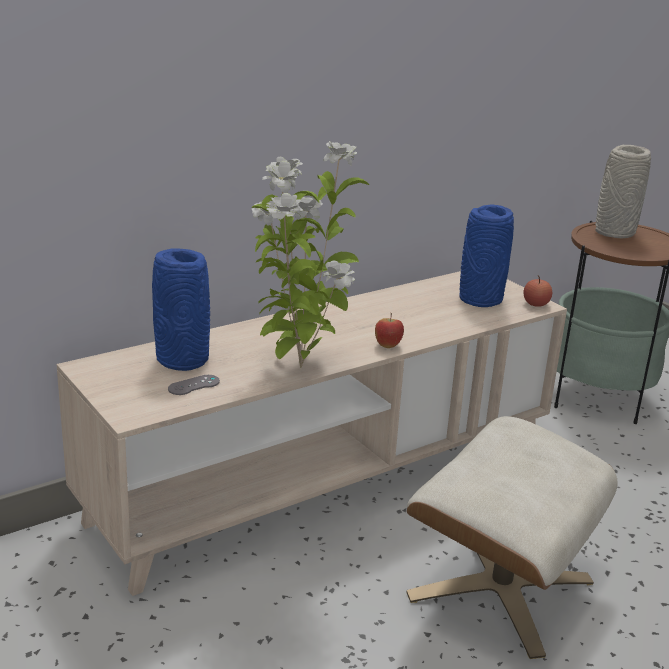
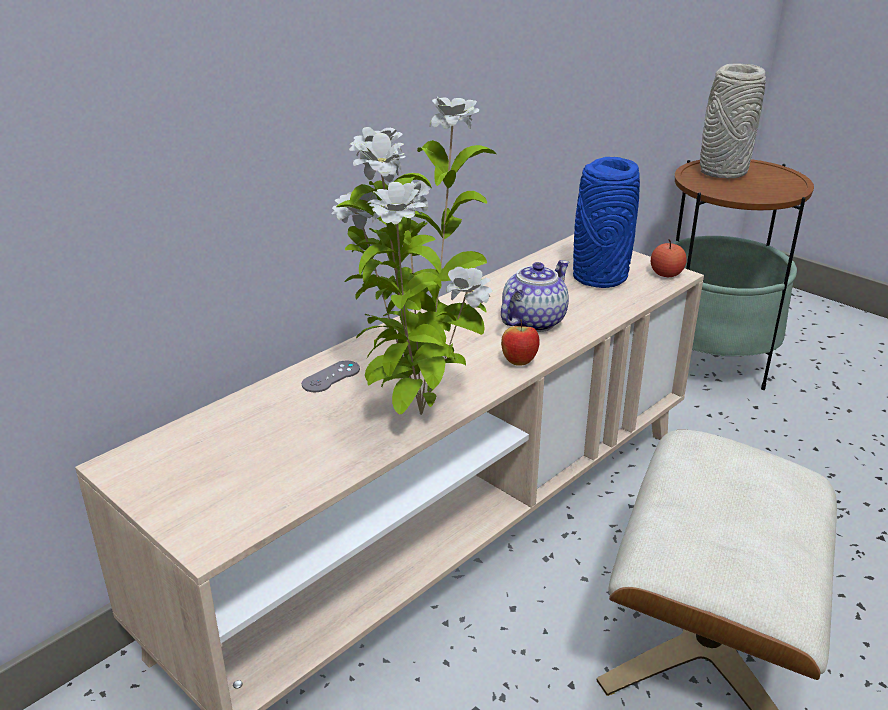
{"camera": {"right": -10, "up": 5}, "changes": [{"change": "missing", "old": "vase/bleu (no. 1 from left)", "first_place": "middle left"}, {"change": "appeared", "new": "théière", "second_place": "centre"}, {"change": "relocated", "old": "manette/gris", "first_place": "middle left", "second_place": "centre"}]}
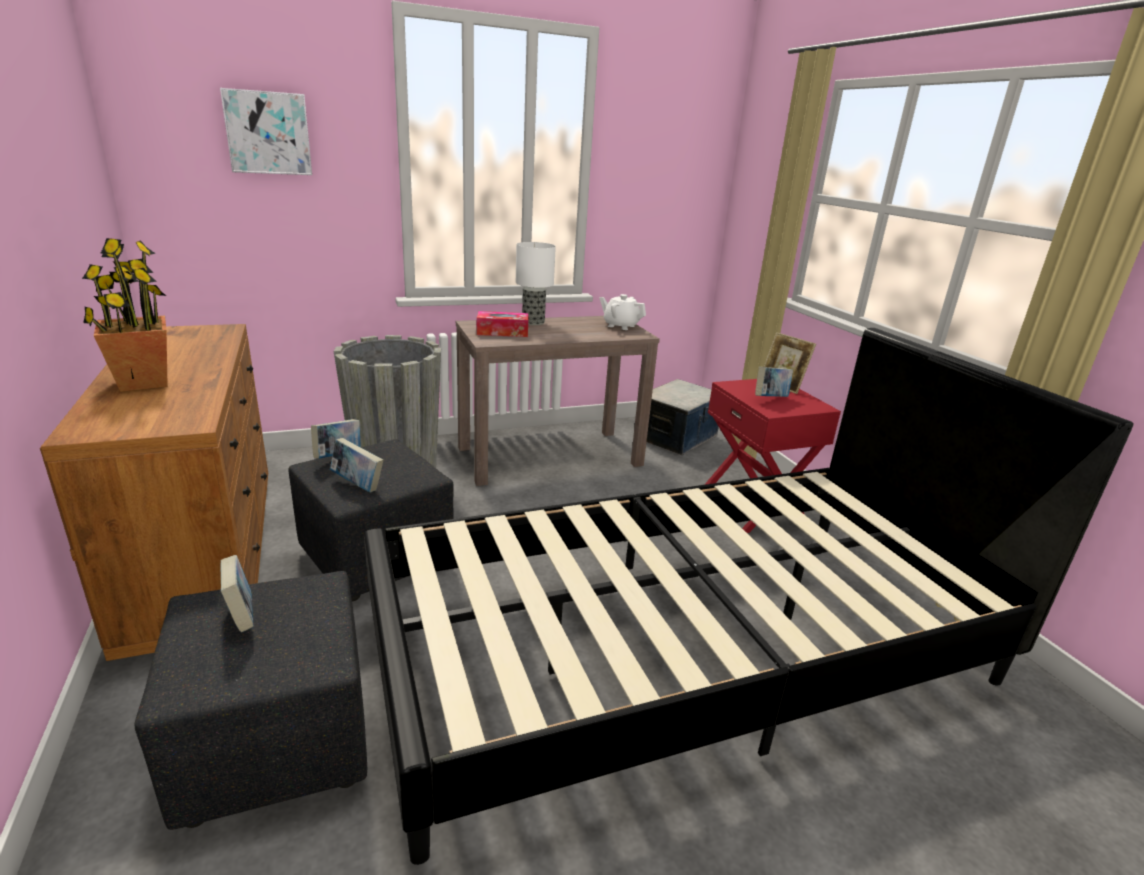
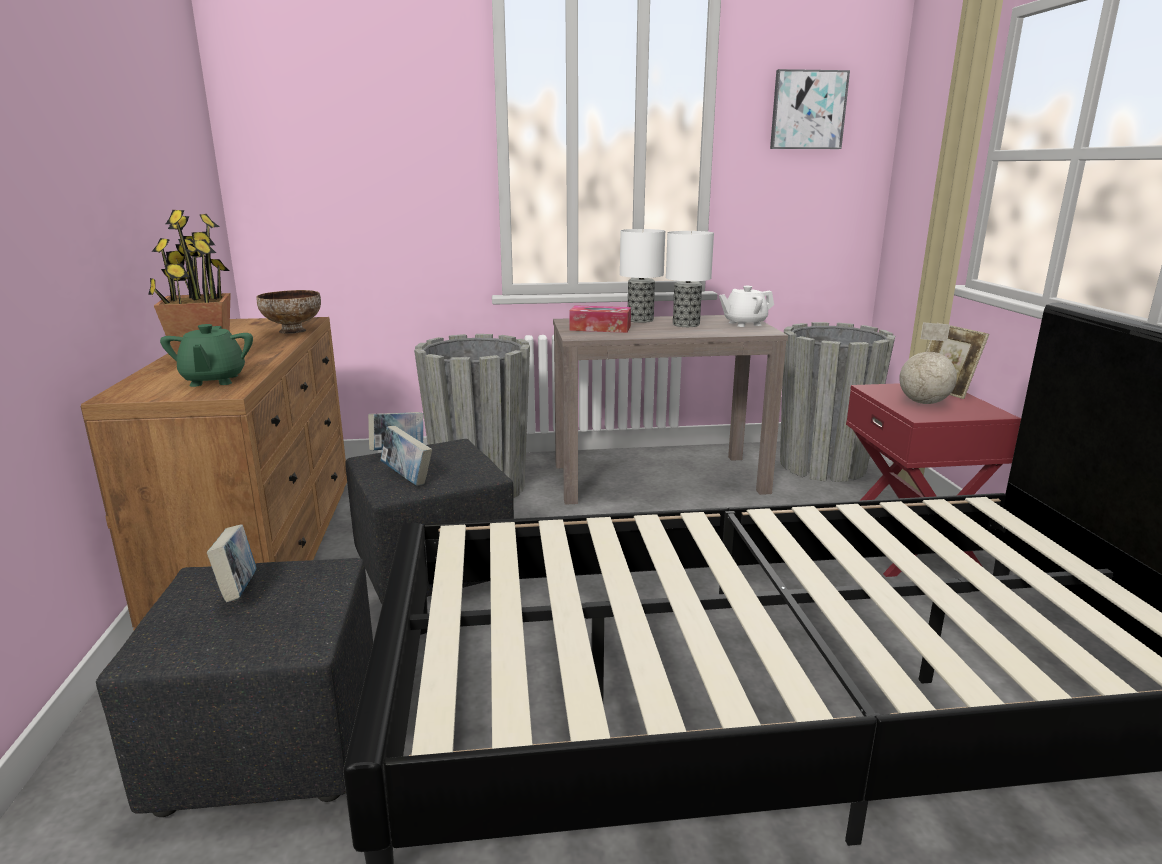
{"camera": {"right": 15, "up": -5}, "changes": [{"change": "appeared", "new": "théière/vert", "second_place": "middle left"}, {"change": "appeared", "new": "bol", "second_place": "middle left"}, {"change": "appeared", "new": "lampe de table (no. 2 from left)", "second_place": "top centre"}, {"change": "relocated", "old": "tableau", "first_place": "top left", "second_place": "top right"}, {"change": "exchanged", "old": "boîte de rangement", "new": "cache-pot/gris (no. 2 from left)", "first_place": "centre", "second_place": "middle right"}, {"change": "exchanged", "old": "livre (no. 4 from left)", "new": "globe", "first_place": "middle right", "second_place": "middle right"}, {"change": "spun", "old": "théière/blanc", "first_place": "centre", "second_place": "centre", "degrees": -60}]}
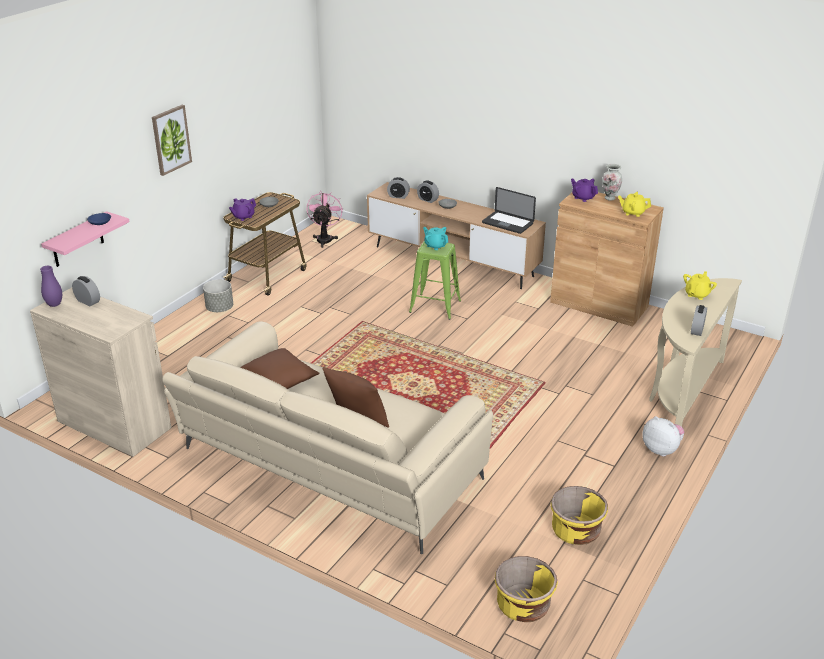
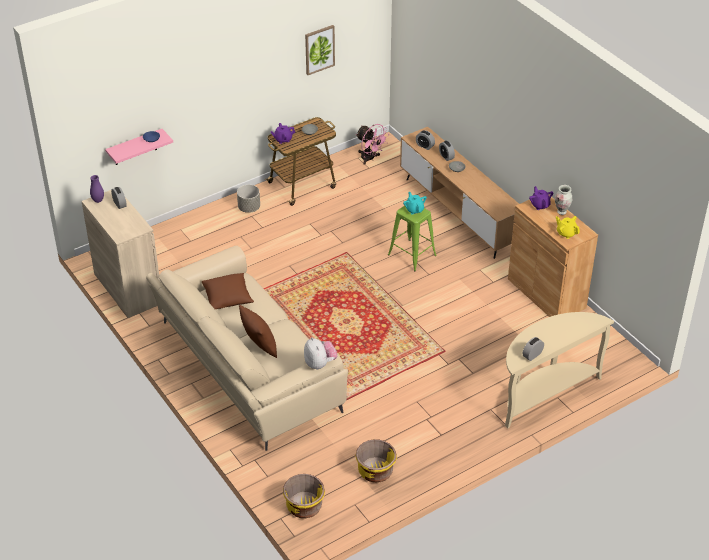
{"camera": {"right": 25, "up": 10}, "changes": [{"change": "missing", "old": "ordinateur portable", "first_place": "top centre"}, {"change": "missing", "old": "théière/jaune (no. 2 from left)", "first_place": "middle right"}, {"change": "relocated", "old": "tableau", "first_place": "top left", "second_place": "top centre"}, {"change": "relocated", "old": "peluche", "first_place": "middle right", "second_place": "centre"}, {"change": "spun", "old": "ventilateur/rose", "first_place": "centre", "second_place": "top centre", "degrees": 105}]}
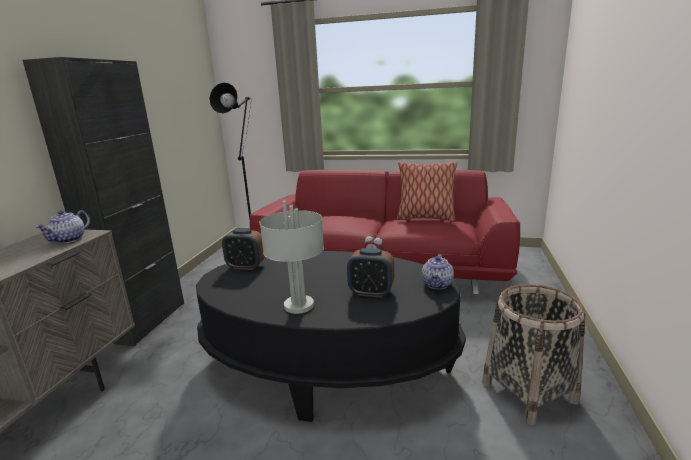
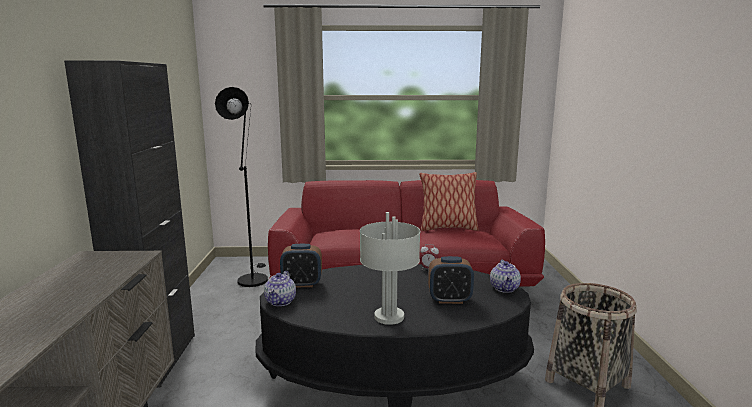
{"camera": {"right": -15, "up": -5}, "changes": [{"change": "relocated", "old": "théière (no. 1 from left)", "first_place": "middle left", "second_place": "bottom centre"}]}
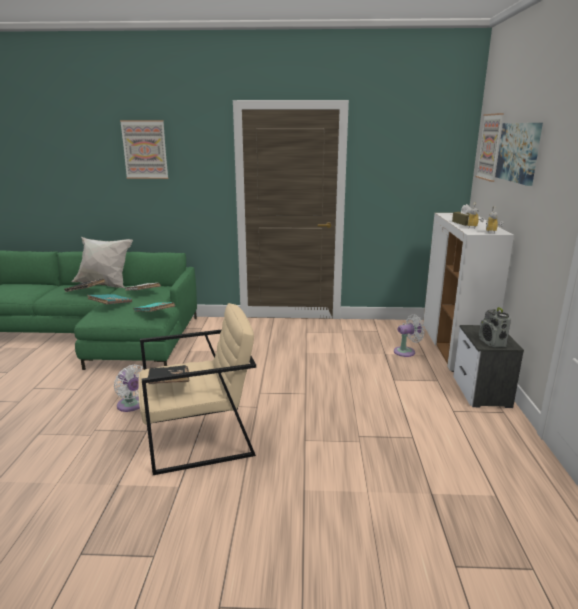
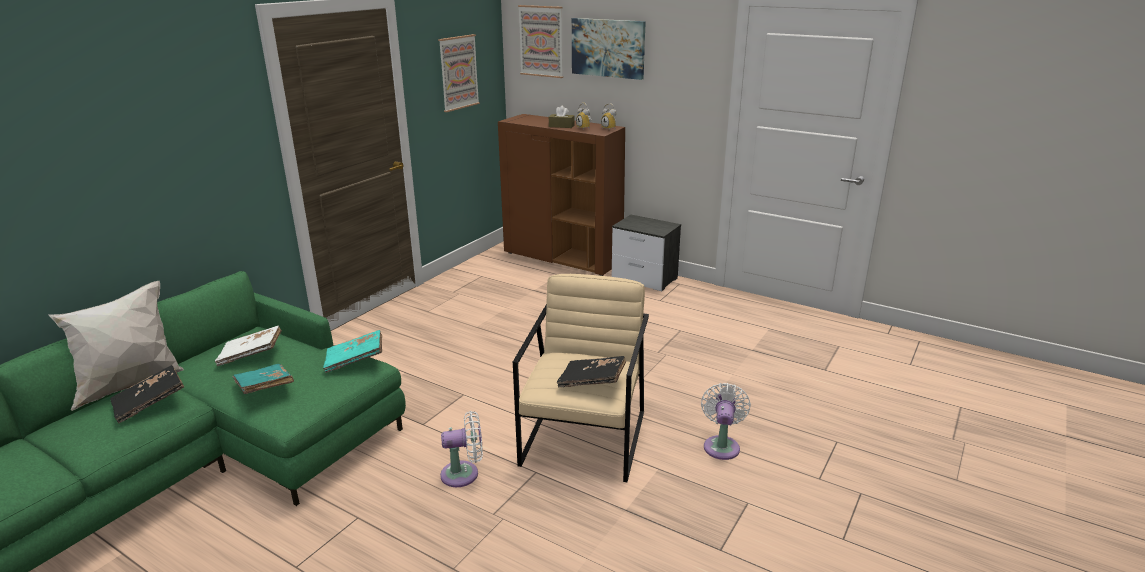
{"camera": {"right": -60, "up": 5}, "changes": [{"change": "missing", "old": "radio", "first_place": "middle right"}, {"change": "relocated", "old": "tableau (no. 1 from left)", "first_place": "top left", "second_place": "top centre"}, {"change": "relocated", "old": "ventilateur/blanc (no. 2 from left)", "first_place": "middle right", "second_place": "bottom centre"}, {"change": "colour", "old": "meuble de rangement/blanc", "new": "meuble de rangement/marron", "first_place": "middle right", "second_place": "centre"}]}
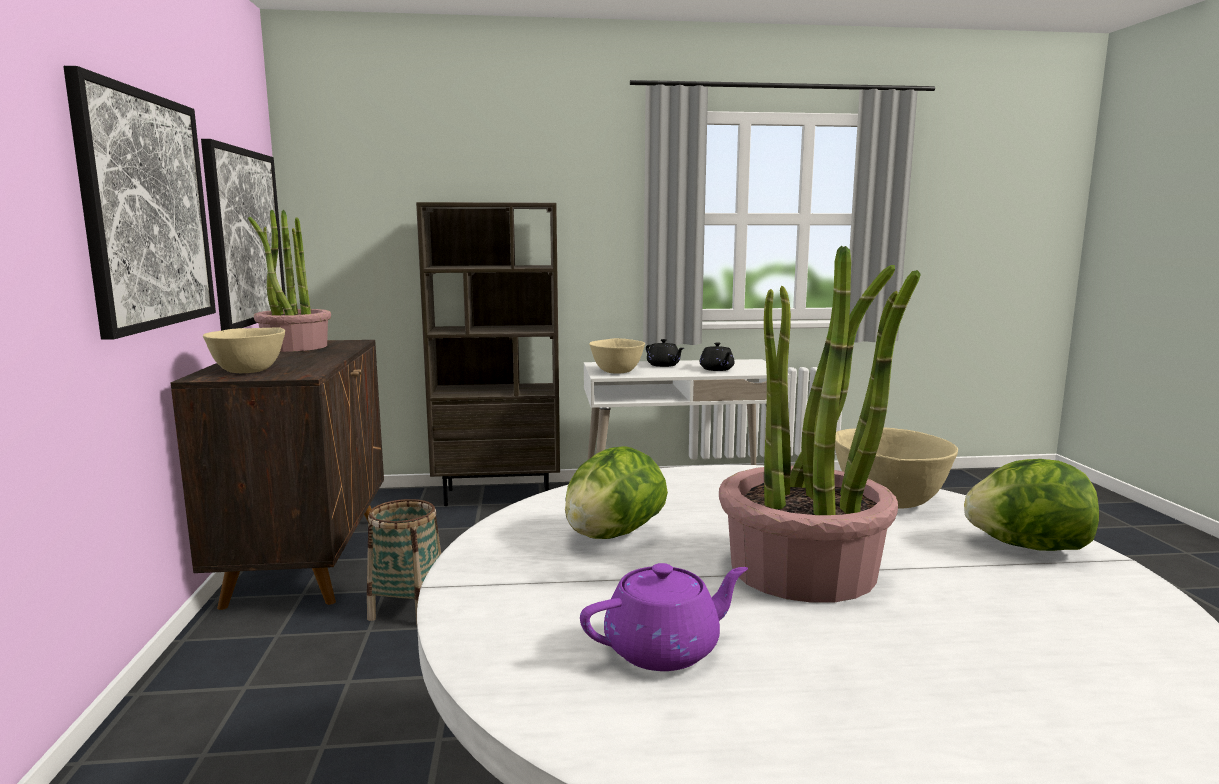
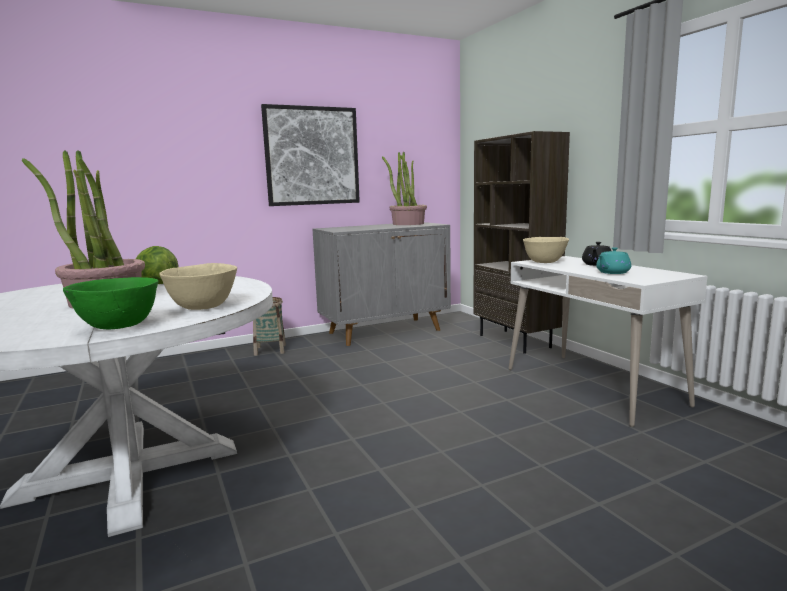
{"camera": {"right": 70, "up": 0}, "changes": [{"change": "missing", "old": "tableau (no. 2 from left)", "first_place": "top left"}, {"change": "missing", "old": "bol/beige (no. 1 from left)", "first_place": "middle left"}, {"change": "missing", "old": "théière/violet", "first_place": "bottom centre"}, {"change": "relocated", "old": "panier", "first_place": "bottom left", "second_place": "centre"}, {"change": "exchanged", "old": "laitue (no. 2 from left)", "new": "bol/vert", "first_place": "middle right", "second_place": "middle left"}, {"change": "colour", "old": "meuble de rangement/marron", "new": "meuble de rangement/gris", "first_place": "middle left", "second_place": "centre"}, {"change": "colour", "old": "théière/noir (no. 2 from left)", "new": "théière/turquoise", "first_place": "centre", "second_place": "middle right"}]}
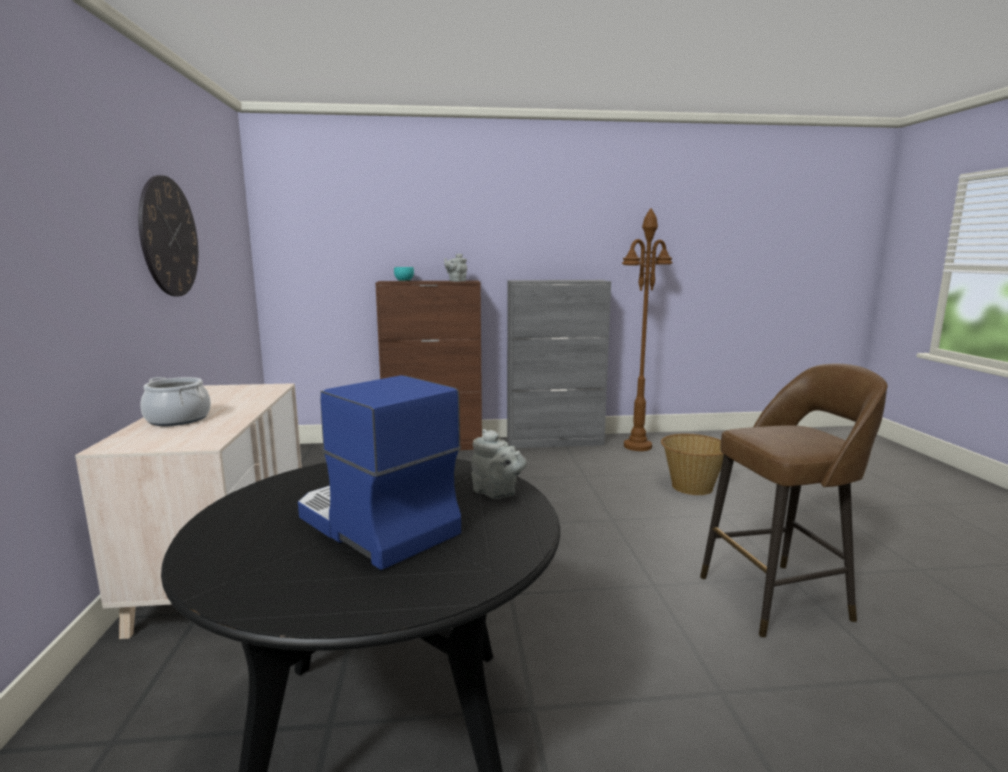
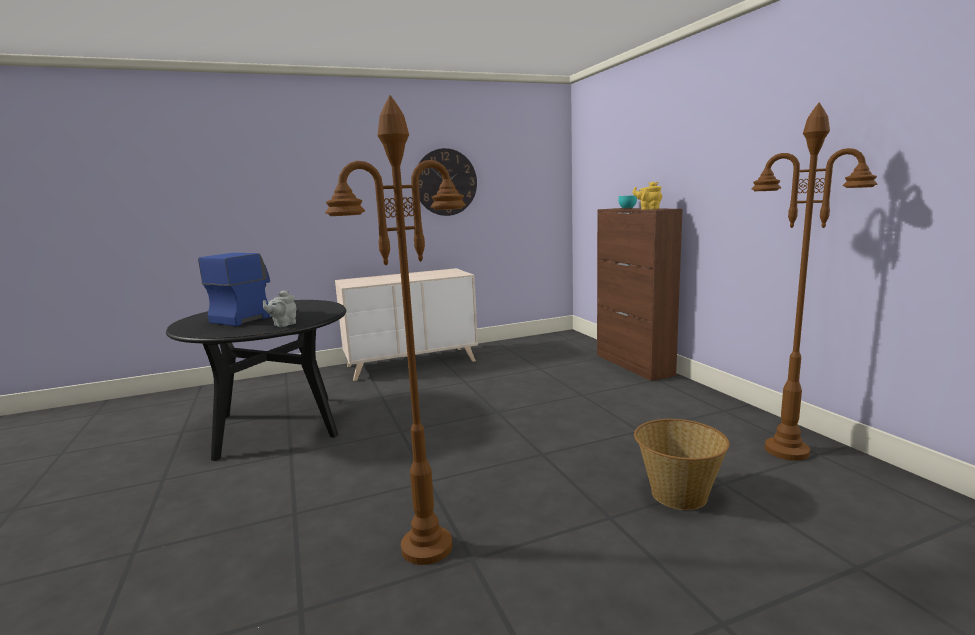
{"camera": {"right": 75, "up": 0}, "changes": [{"change": "missing", "old": "marmite", "first_place": "middle left"}, {"change": "missing", "old": "meuble de rangement/gris", "first_place": "centre"}, {"change": "exchanged", "old": "tabouret/marron", "new": "lampadaire/marron (no. 1 from left)", "first_place": "middle right", "second_place": "centre"}, {"change": "colour", "old": "théière/gris (no. 1 from left)", "new": "théière/jaune", "first_place": "centre", "second_place": "top centre"}]}
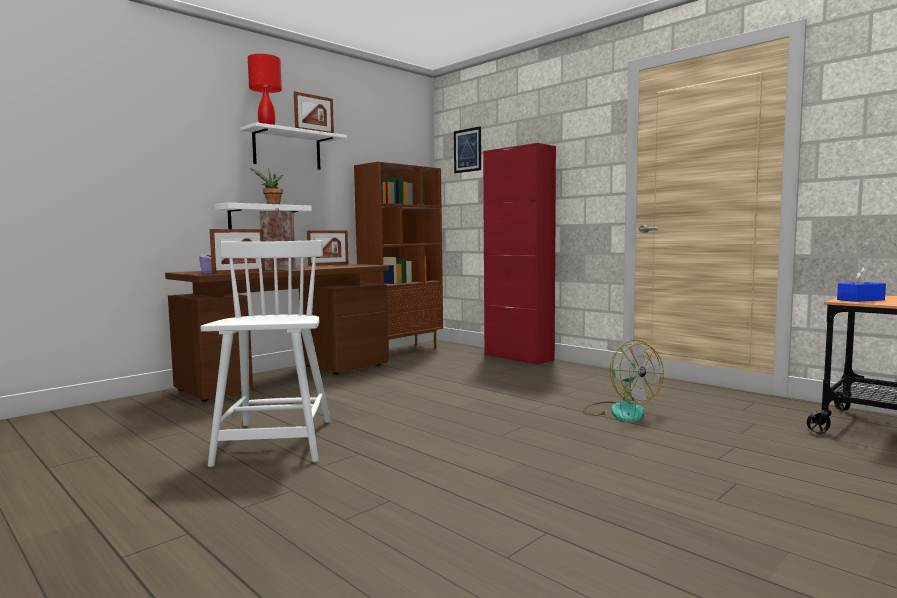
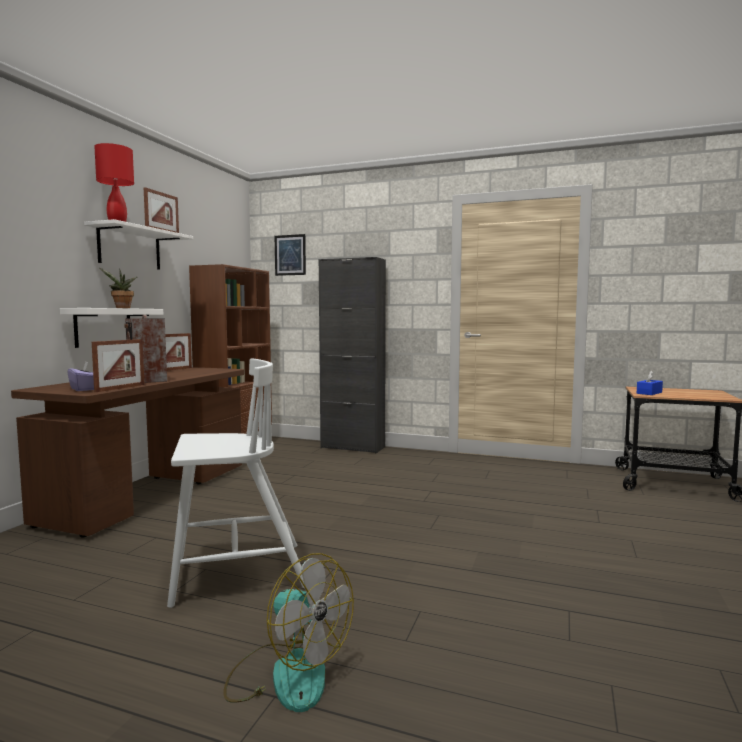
{"camera": {"right": -25, "up": 0}, "changes": [{"change": "relocated", "old": "ventilateur", "first_place": "middle right", "second_place": "bottom centre"}, {"change": "colour", "old": "meuble de rangement/rouge", "new": "meuble de rangement/noir", "first_place": "centre", "second_place": "centre"}, {"change": "spun", "old": "chaise/blanc", "first_place": "middle left", "second_place": "middle left", "degrees": 105}]}
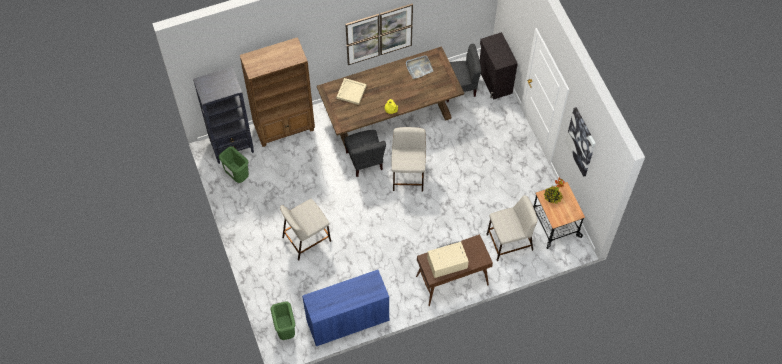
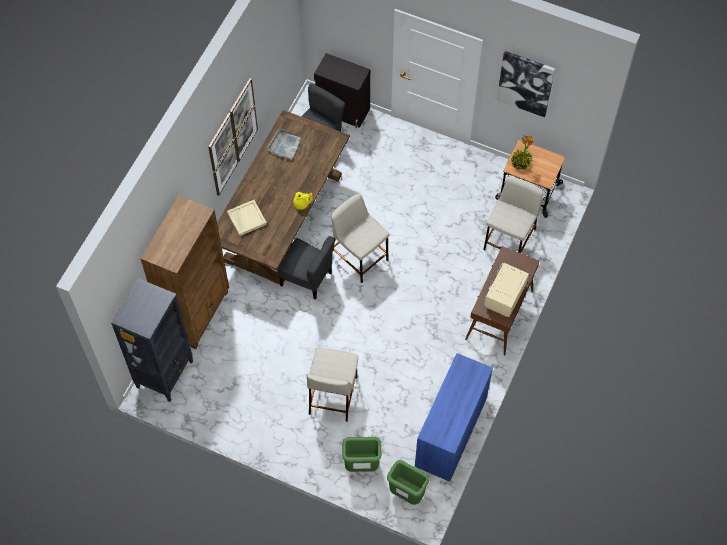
{"camera": {"right": -45, "up": 0}, "changes": [{"change": "relocated", "old": "poubelle/vert (no. 1 from left)", "first_place": "middle left", "second_place": "bottom centre"}]}
